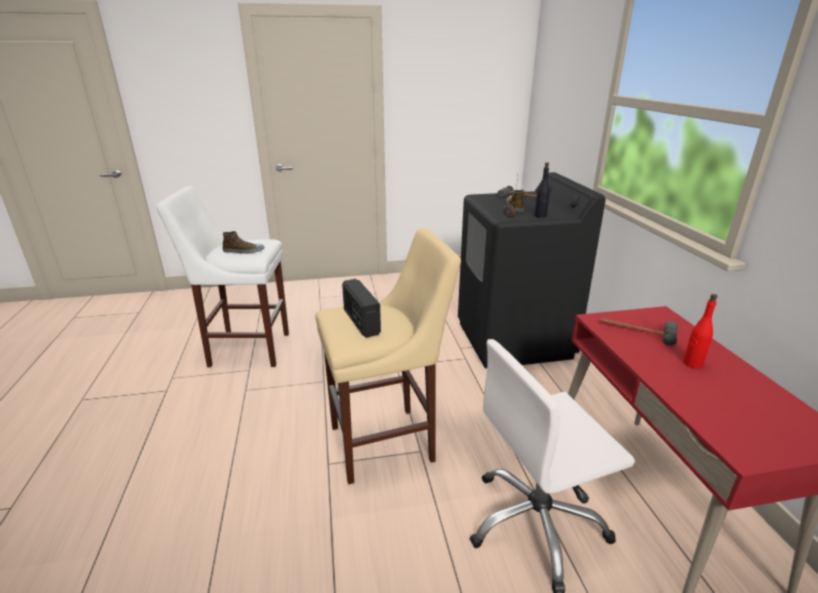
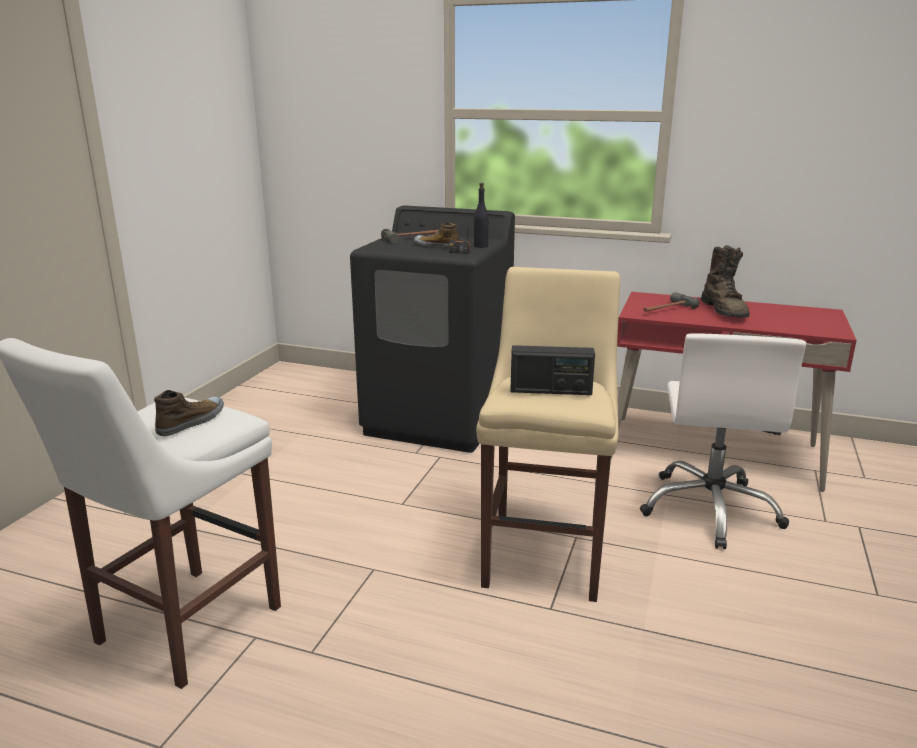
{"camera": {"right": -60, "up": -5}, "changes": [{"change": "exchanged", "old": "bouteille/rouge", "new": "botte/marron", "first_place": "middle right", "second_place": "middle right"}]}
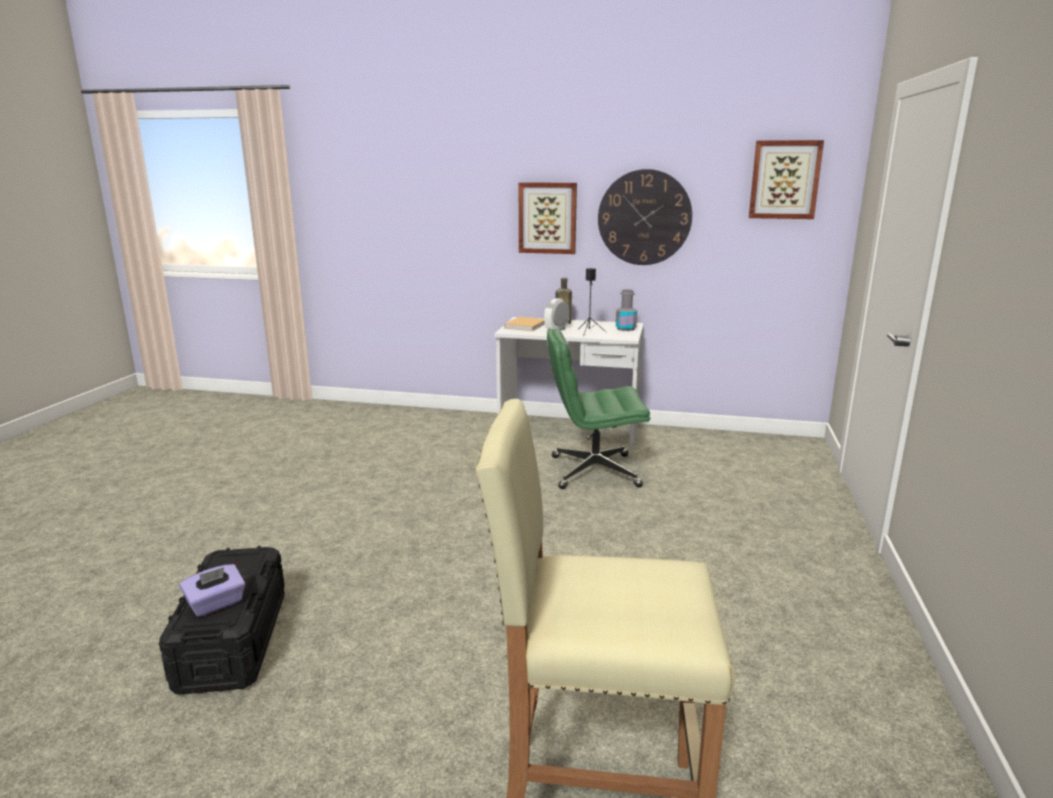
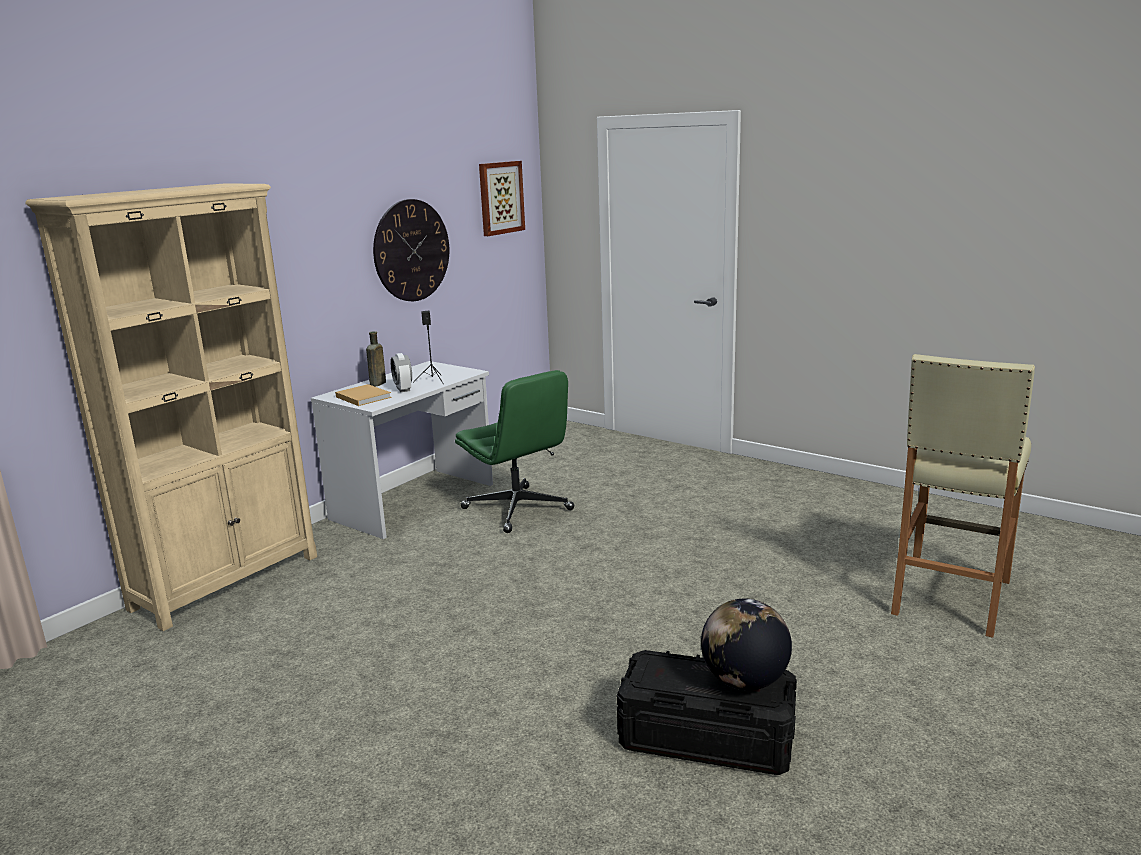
{"camera": {"right": -65, "up": 0}, "changes": [{"change": "missing", "old": "tableau (no. 1 from left)", "first_place": "top centre"}, {"change": "missing", "old": "bouteille/gris", "first_place": "centre"}, {"change": "appeared", "new": "bibliothèque/beige", "second_place": "middle left"}, {"change": "exchanged", "old": "boîte à mouchoirs/violet", "new": "globe", "first_place": "bottom left", "second_place": "bottom centre"}, {"change": "spun", "old": "chaise de bureau/vert", "first_place": "centre", "second_place": "centre", "degrees": -60}]}
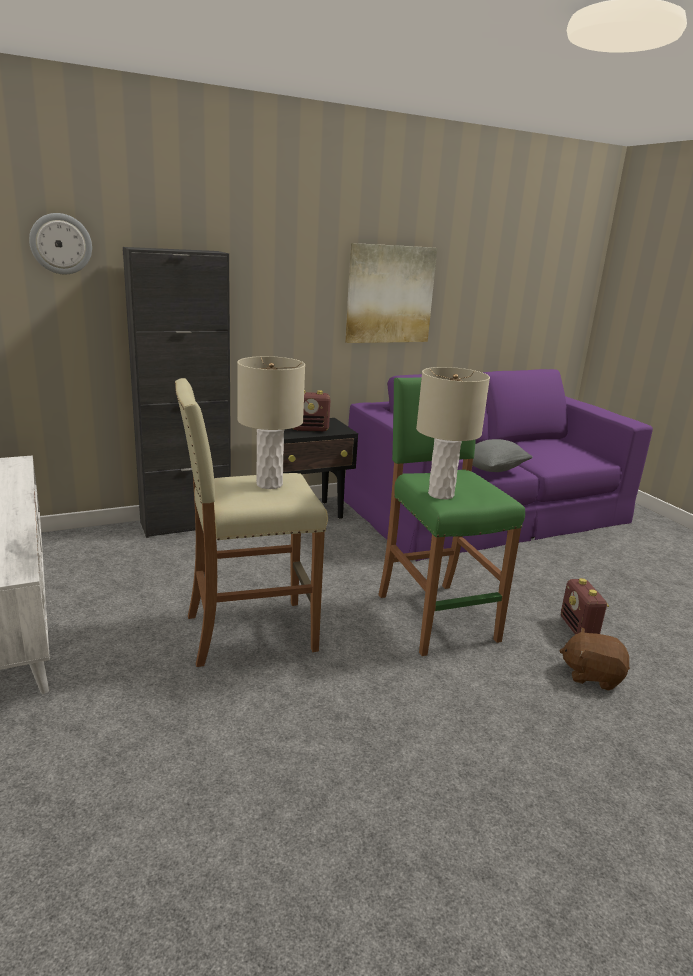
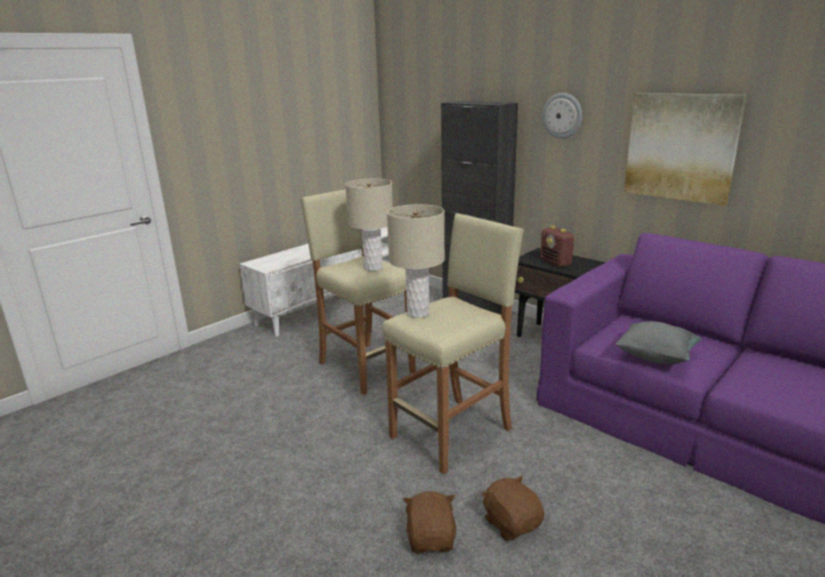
{"camera": {"right": 70, "up": 0}, "changes": [{"change": "relocated", "old": "horloge murale", "first_place": "top left", "second_place": "top right"}, {"change": "exchanged", "old": "radio (no. 2 from left)", "new": "peluche/marron (no. 2 from left)", "first_place": "middle right", "second_place": "bottom centre"}, {"change": "colour", "old": "tabouret/vert", "new": "tabouret/beige (no. 2 from left)", "first_place": "centre", "second_place": "centre"}]}
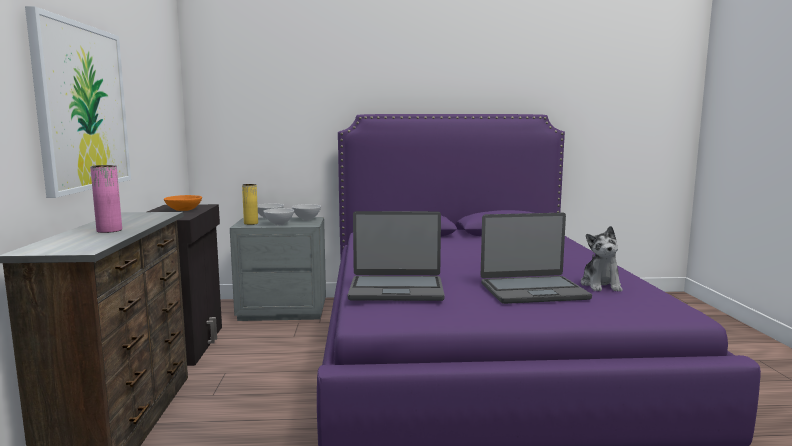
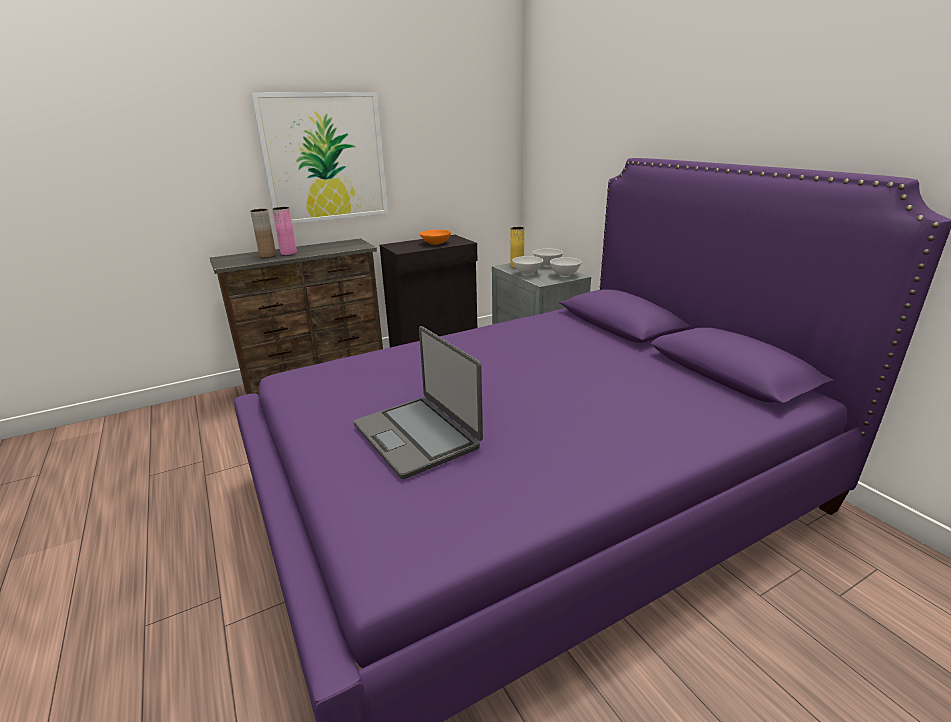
{"camera": {"right": 65, "up": 15}, "changes": [{"change": "missing", "old": "ordinateur portable (no. 1 from left)", "first_place": "centre"}, {"change": "missing", "old": "peluche", "first_place": "middle right"}, {"change": "appeared", "new": "vase/marron", "second_place": "top left"}]}
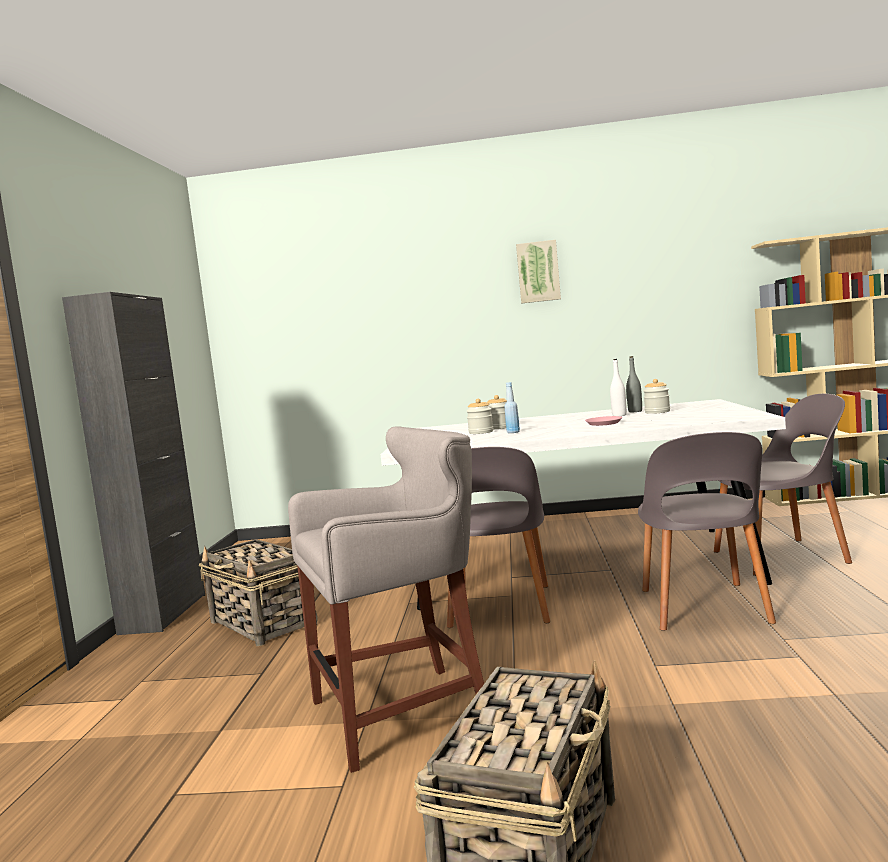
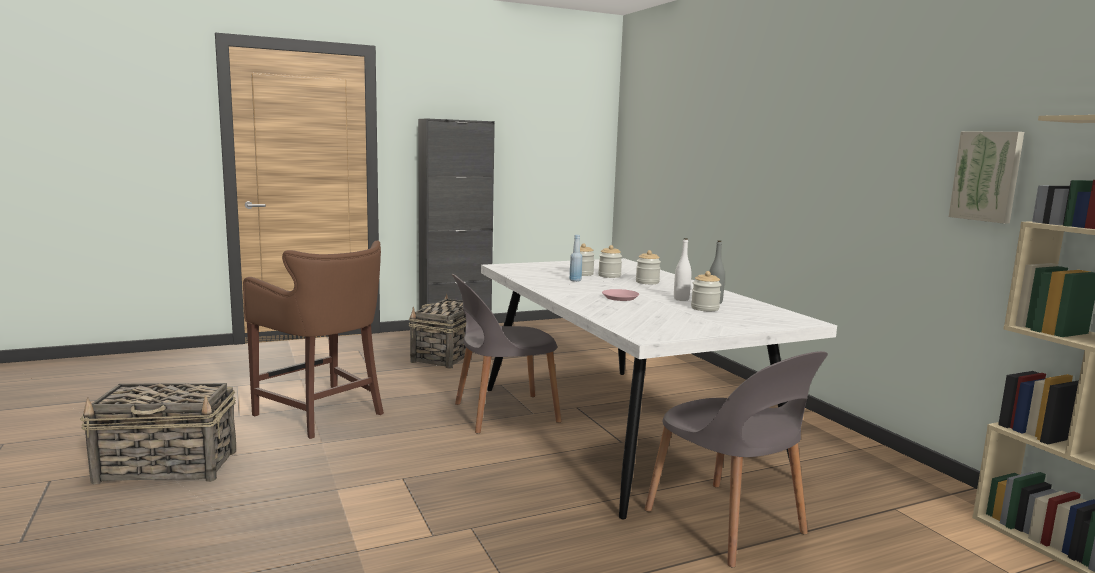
{"camera": {"right": 60, "up": 5}, "changes": [{"change": "missing", "old": "chaise/gris (no. 2 from left)", "first_place": "middle right"}, {"change": "appeared", "new": "bocal (no. 3 from left)", "second_place": "centre"}, {"change": "relocated", "old": "tableau", "first_place": "top centre", "second_place": "top right"}, {"change": "colour", "old": "tabouret/gris", "new": "tabouret/marron", "first_place": "bottom centre", "second_place": "middle left"}]}
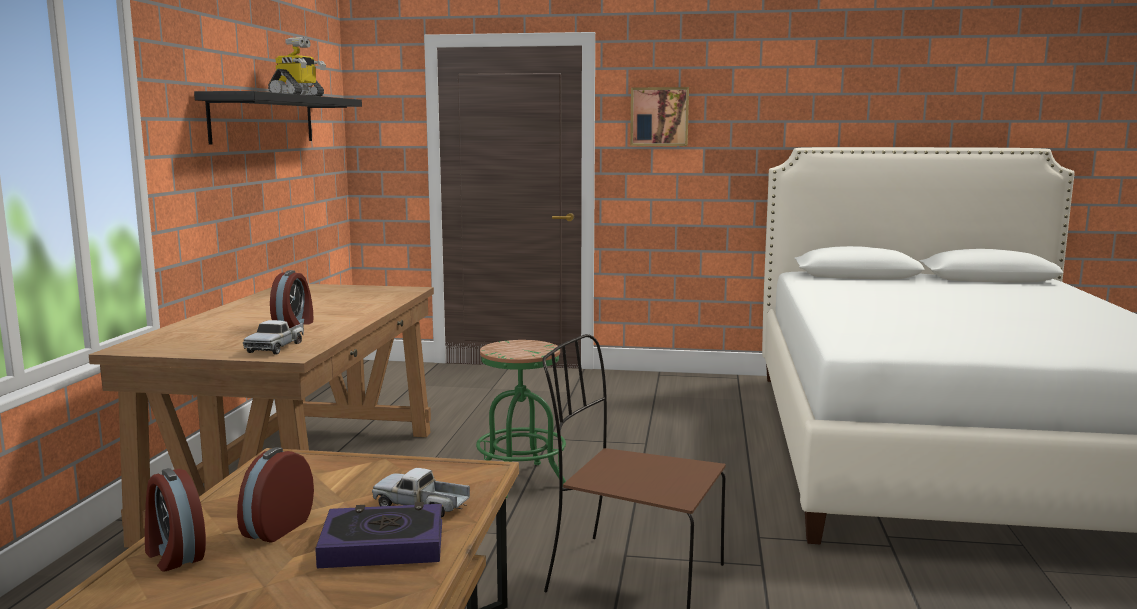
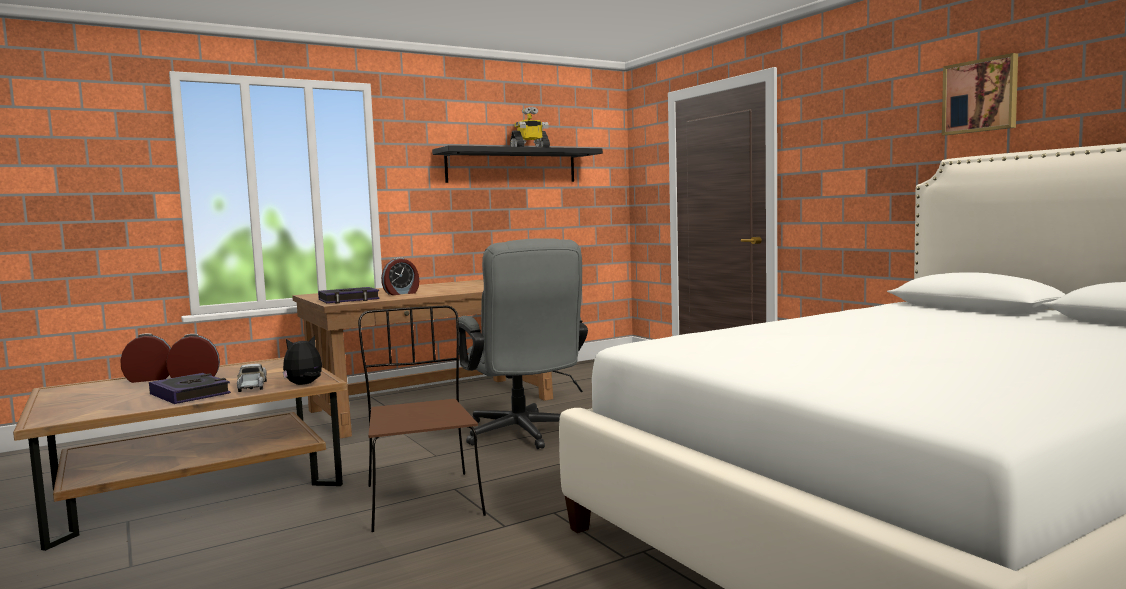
{"camera": {"right": 50, "up": -5}, "changes": [{"change": "appeared", "new": "peluche", "second_place": "middle left"}, {"change": "relocated", "old": "tableau", "first_place": "top centre", "second_place": "top right"}, {"change": "exchanged", "old": "camion jouet (no. 1 from left)", "new": "livre (no. 2 from left)", "first_place": "middle left", "second_place": "middle left"}, {"change": "exchanged", "old": "tabouret/vert", "new": "chaise de bureau/gris", "first_place": "bottom centre", "second_place": "centre"}, {"change": "spun", "old": "réveil (no. 1 from left)", "first_place": "bottom left", "second_place": "middle left", "degrees": 60}]}
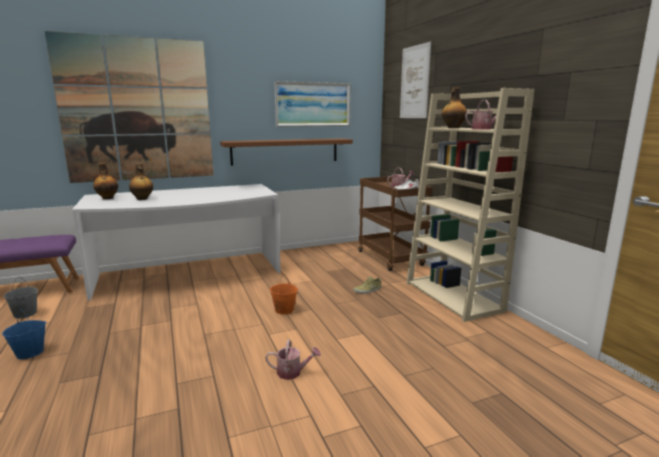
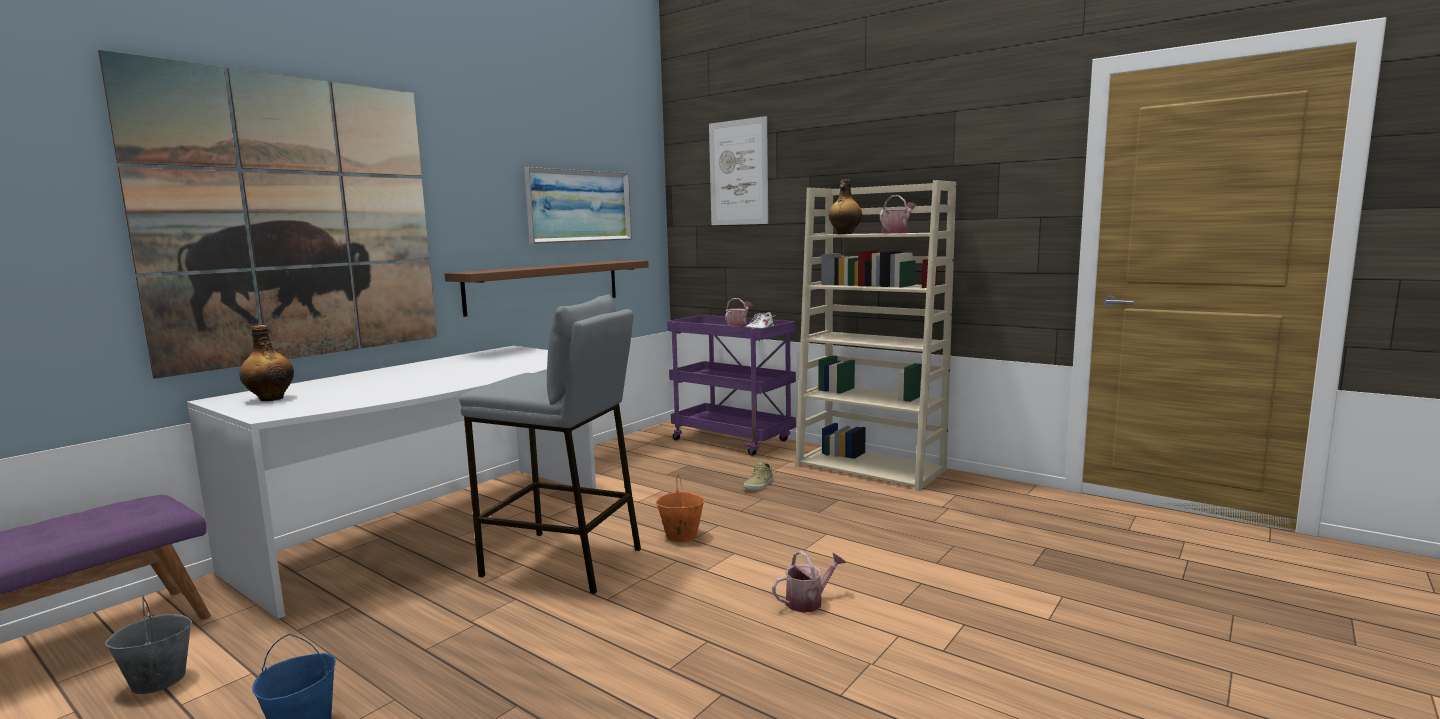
{"camera": {"right": -30, "up": -5}, "changes": [{"change": "missing", "old": "bouteille (no. 2 from left)", "first_place": "middle left"}, {"change": "appeared", "new": "tabouret/gris", "second_place": "centre"}, {"change": "colour", "old": "chariot/marron", "new": "chariot/violet", "first_place": "centre", "second_place": "centre"}]}
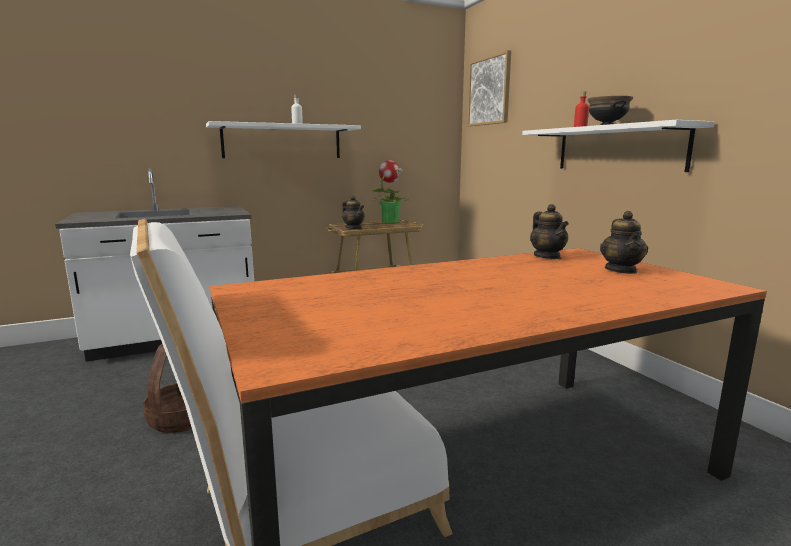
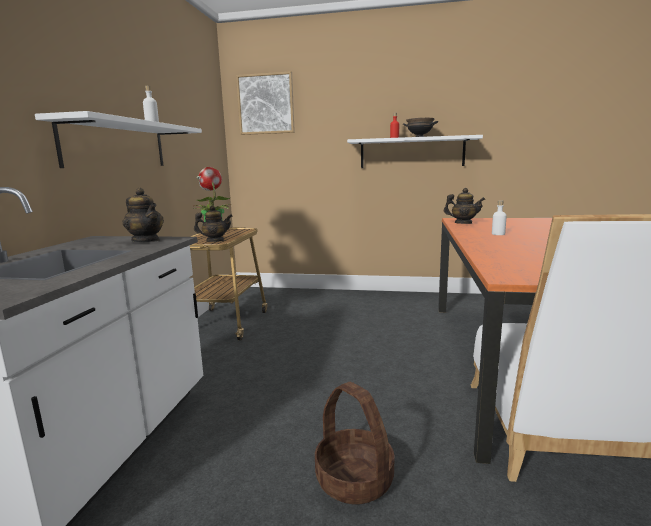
{"camera": {"right": -55, "up": 0}, "changes": [{"change": "appeared", "new": "bouteille/blanc (no. 2 from left)", "second_place": "middle right"}, {"change": "relocated", "old": "théière (no. 3 from left in the first image)", "new": "théière (no. 1 from left)", "first_place": "middle right", "second_place": "middle left"}]}
